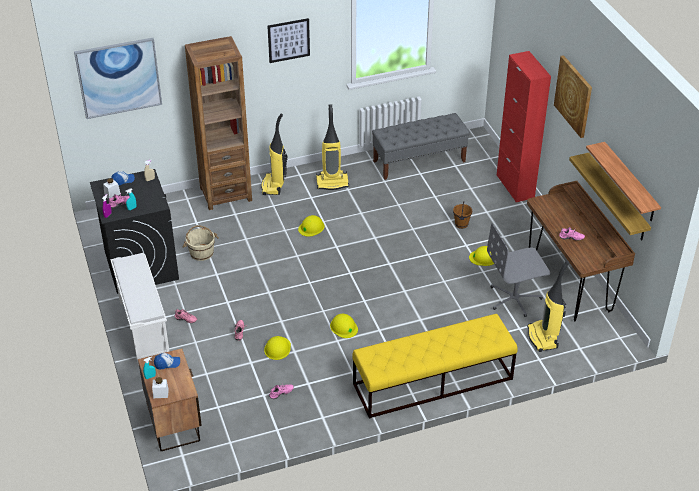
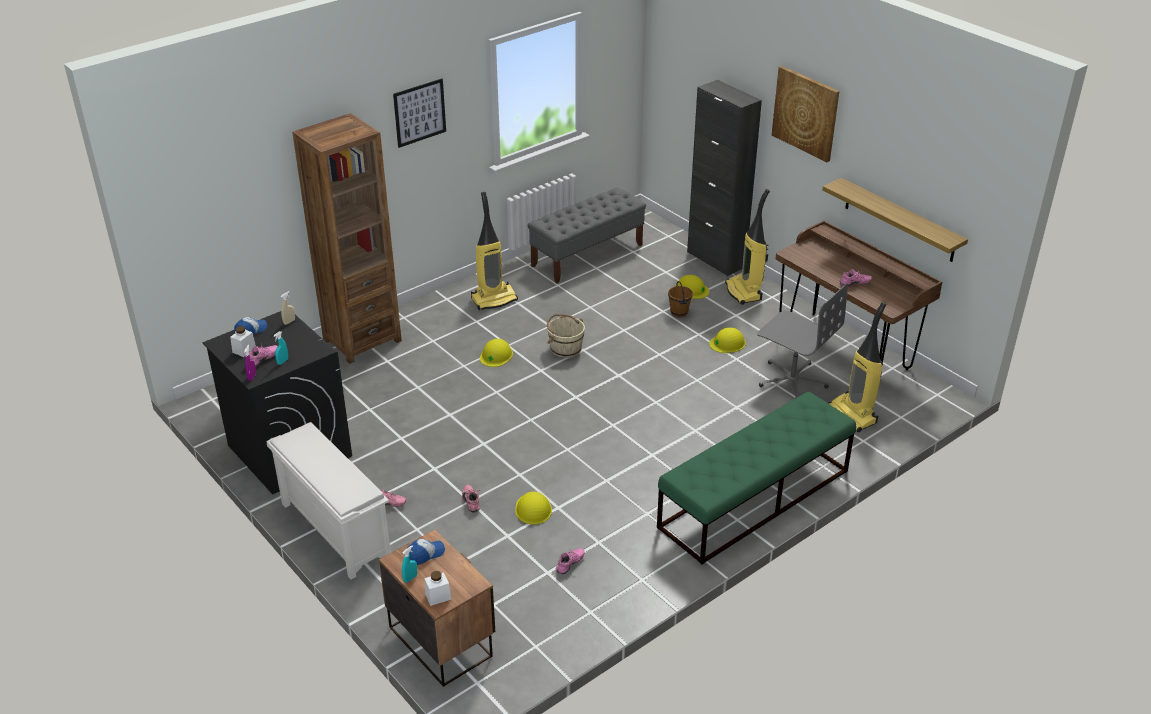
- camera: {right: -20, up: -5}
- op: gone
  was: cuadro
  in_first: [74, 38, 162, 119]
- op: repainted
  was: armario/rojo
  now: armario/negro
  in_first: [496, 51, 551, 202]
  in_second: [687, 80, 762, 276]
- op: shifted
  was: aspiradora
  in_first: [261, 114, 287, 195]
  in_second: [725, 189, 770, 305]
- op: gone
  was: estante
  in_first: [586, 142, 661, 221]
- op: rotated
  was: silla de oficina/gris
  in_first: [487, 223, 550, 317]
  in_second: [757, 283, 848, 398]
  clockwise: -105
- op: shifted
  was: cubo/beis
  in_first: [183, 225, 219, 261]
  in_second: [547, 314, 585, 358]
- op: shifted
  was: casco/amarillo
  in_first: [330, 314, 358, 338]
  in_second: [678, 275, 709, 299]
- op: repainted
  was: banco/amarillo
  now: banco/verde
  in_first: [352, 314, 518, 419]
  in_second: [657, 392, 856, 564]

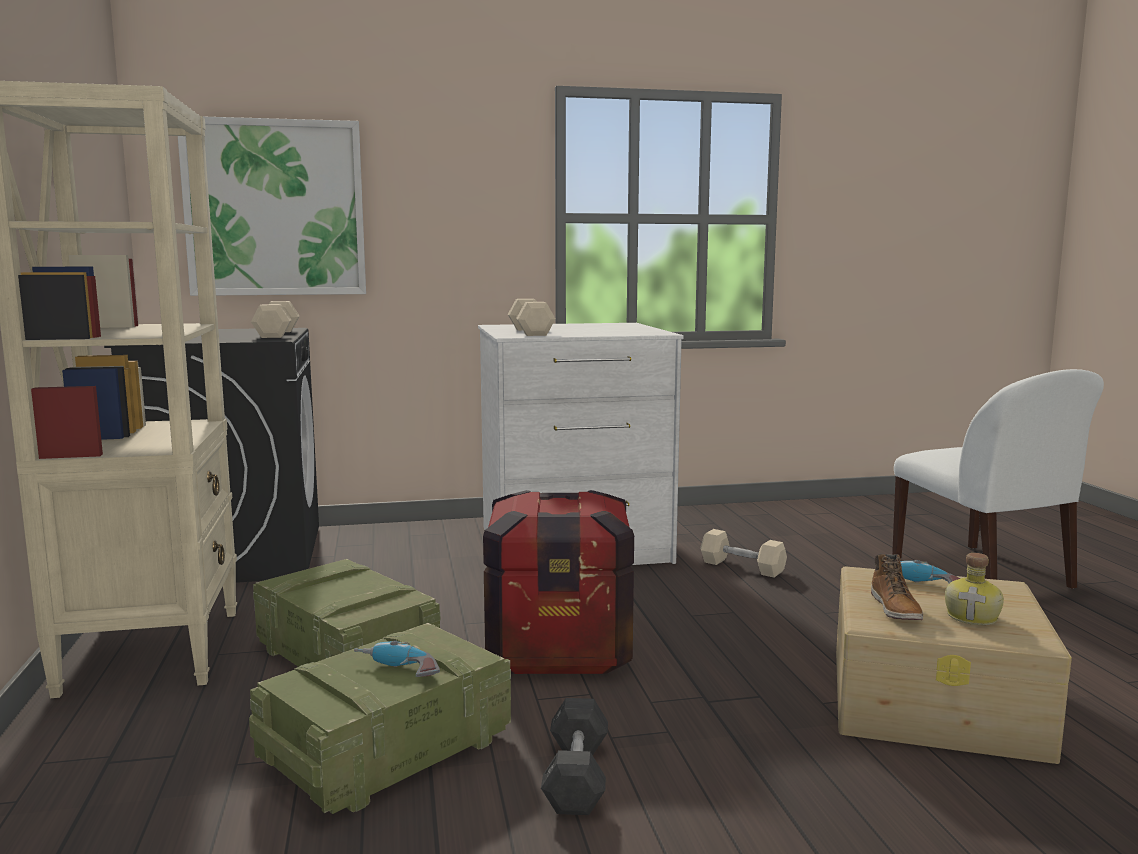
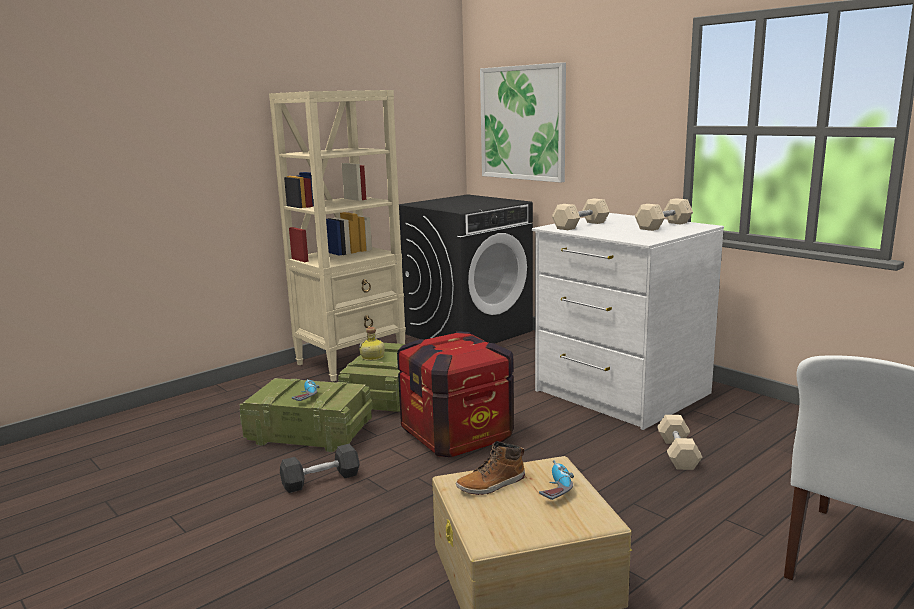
- camera: {right: 60, up: 5}
- op: shifted
  was: mancuerna/beis
  in_first: [251, 301, 300, 338]
  in_second: [635, 198, 693, 231]
- op: shifted
  was: botella
  in_first: [945, 553, 1004, 625]
  in_second: [359, 327, 385, 361]

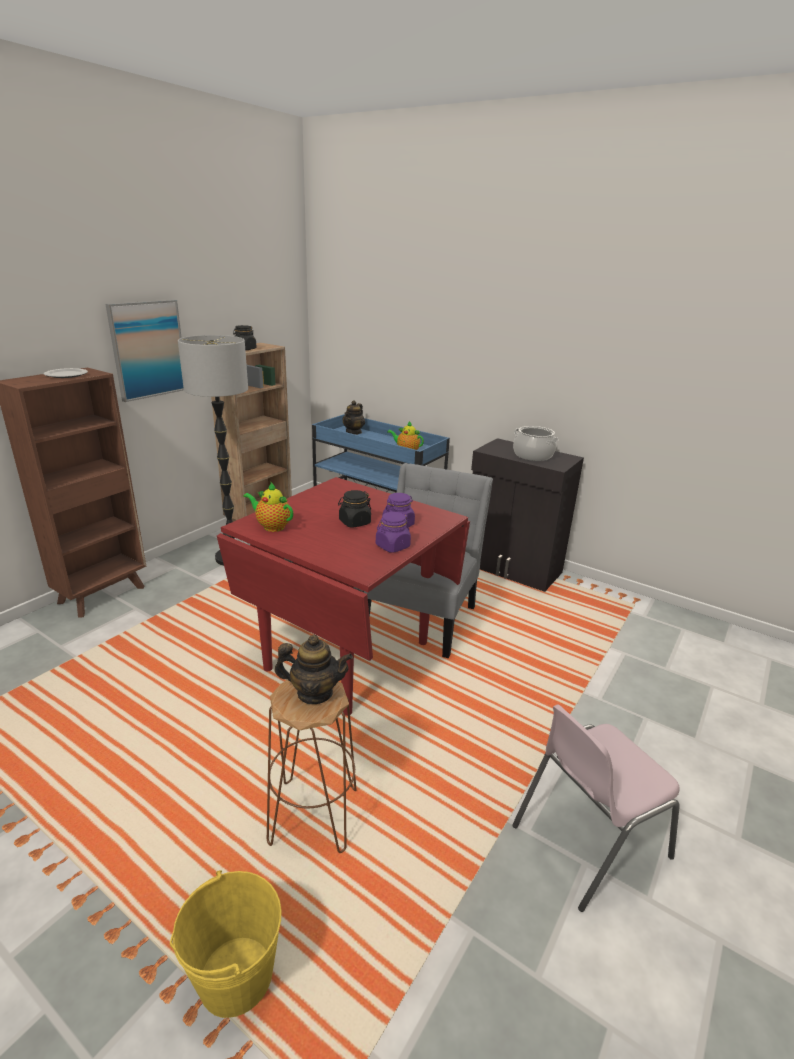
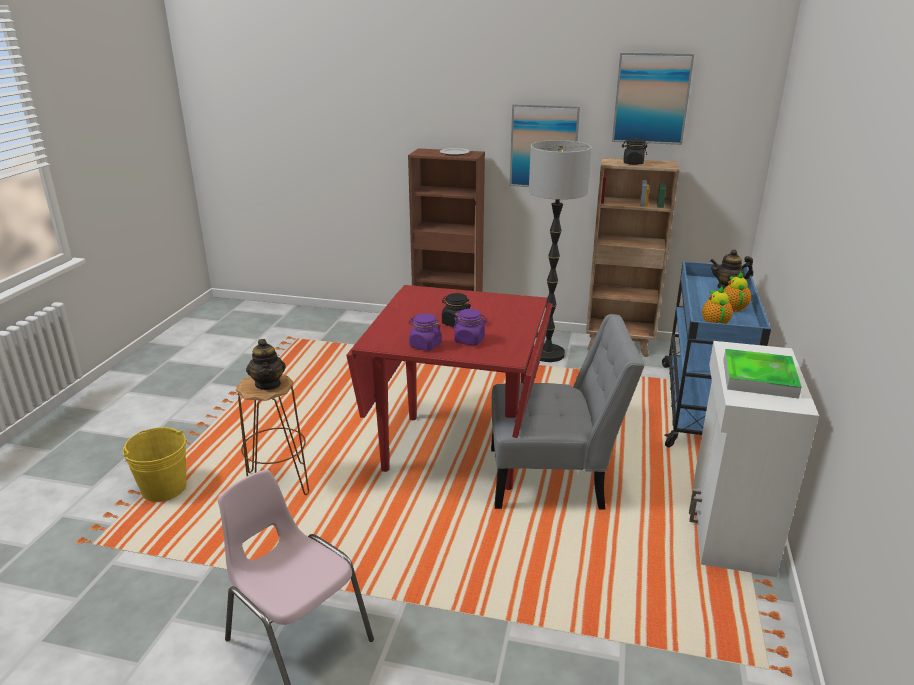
- camera: {right: 70, up: 0}
- op: swapped
  was: olla
  now: bandeja
  in_first: [513, 426, 559, 461]
  in_second: [723, 349, 802, 398]
- op: repainted
  was: armario/negro
  now: armario/blanco
  in_first: [471, 438, 584, 592]
  in_second: [689, 341, 819, 577]
- op: shifted
  was: tetera
  in_first: [243, 483, 293, 532]
  in_second: [724, 272, 751, 312]
- op: new
  now: cuadro
  in_second: [612, 52, 694, 145]

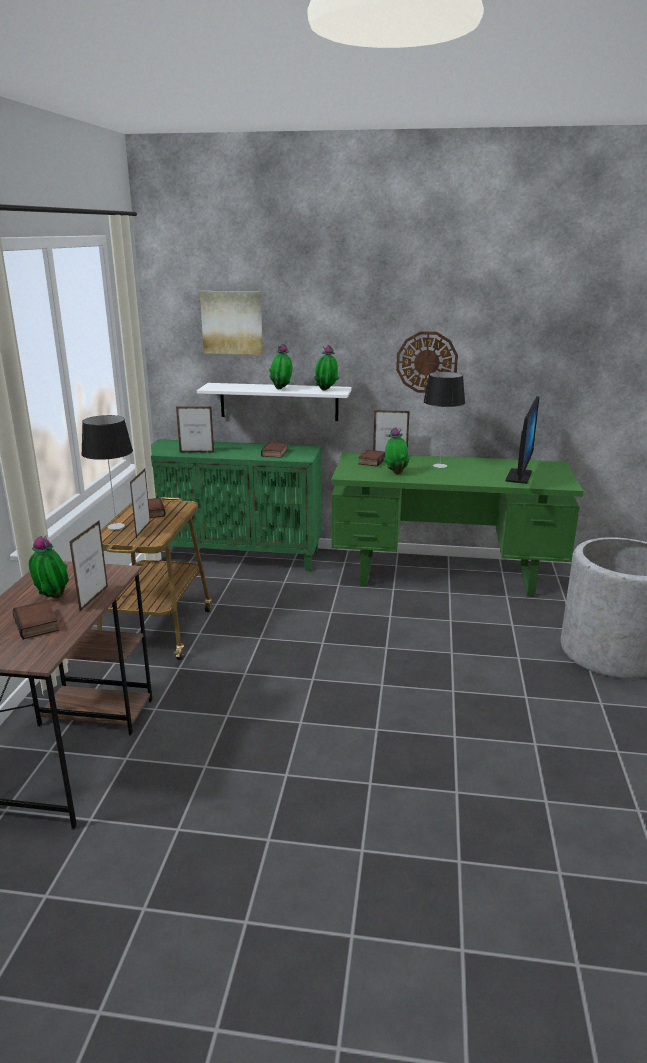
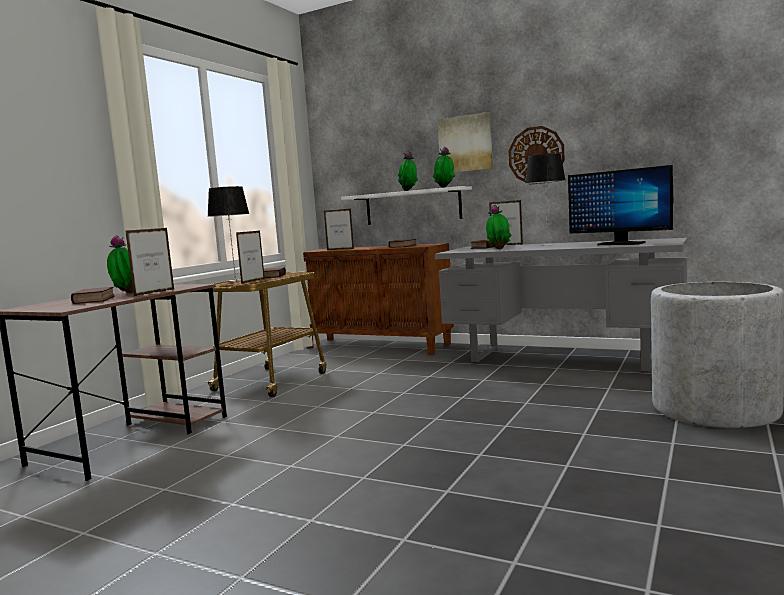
- camera: {right: 20, up: -15}
- op: shifted
  was: cuadro
  in_first: [200, 291, 263, 355]
  in_second: [437, 112, 493, 173]
- op: rotated
  was: monitor
  in_first: [506, 396, 539, 484]
  in_second: [568, 165, 673, 245]
  clockwise: 90
- op: repainted
  was: armario/verde
  now: armario/marrón
  in_first: [151, 439, 322, 571]
  in_second: [303, 243, 454, 355]
- op: repainted
  was: escritorio/verde
  now: escritorio/gris
  in_first: [331, 452, 583, 597]
  in_second: [435, 238, 687, 372]

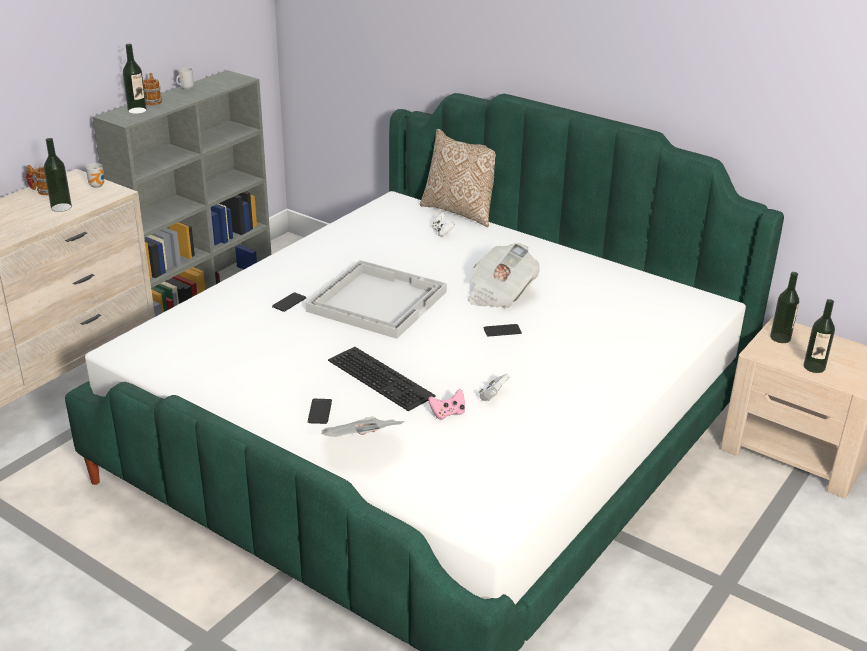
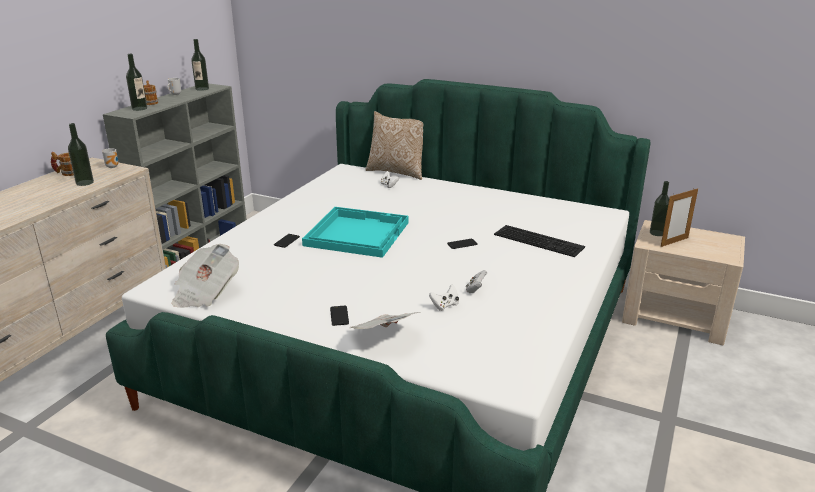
- camera: {right: -10, up: -5}
- op: shifted
  was: periódico
  in_first: [469, 243, 540, 308]
  in_second: [171, 244, 239, 308]
- op: repainted
  was: bandeja/blanco
  now: bandeja/turquesa
  in_first: [305, 260, 447, 339]
  in_second: [302, 207, 409, 258]
- op: shifted
  was: botella
  in_first: [804, 299, 835, 373]
  in_second: [191, 39, 209, 91]
- op: shifted
  was: teclado
  in_first: [328, 347, 435, 411]
  in_second: [494, 225, 585, 257]
- op: repainted
  was: mando de consola/rosa
  now: mando de consola/blanco
  in_first: [428, 389, 465, 420]
  in_second: [429, 285, 459, 311]
- op: new
  now: portarretratos
  in_second: [661, 188, 698, 247]

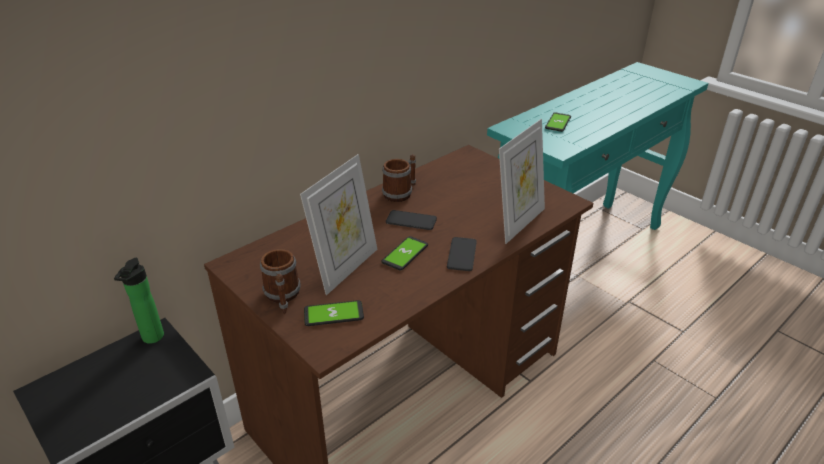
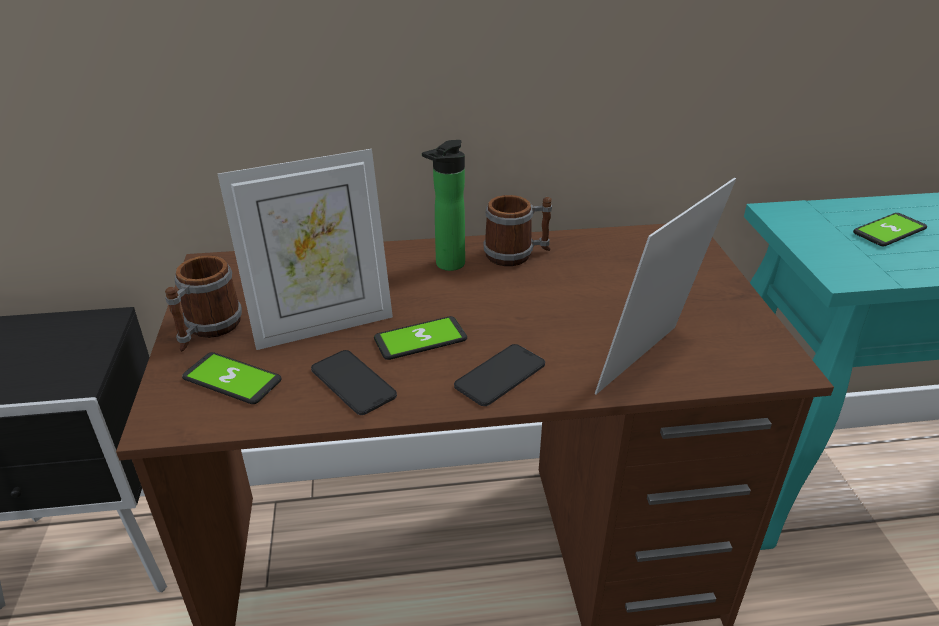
- camera: {right: 35, up: 0}
- op: rotated
  was: portarretratos
  in_first: [499, 119, 545, 244]
  in_second: [595, 178, 736, 394]
  clockwise: 150
- op: shifted
  was: móvil
  in_first: [386, 210, 437, 230]
  in_second: [311, 350, 397, 415]
- op: shifted
  was: botella
  in_first: [114, 258, 164, 344]
  in_second: [422, 140, 465, 271]

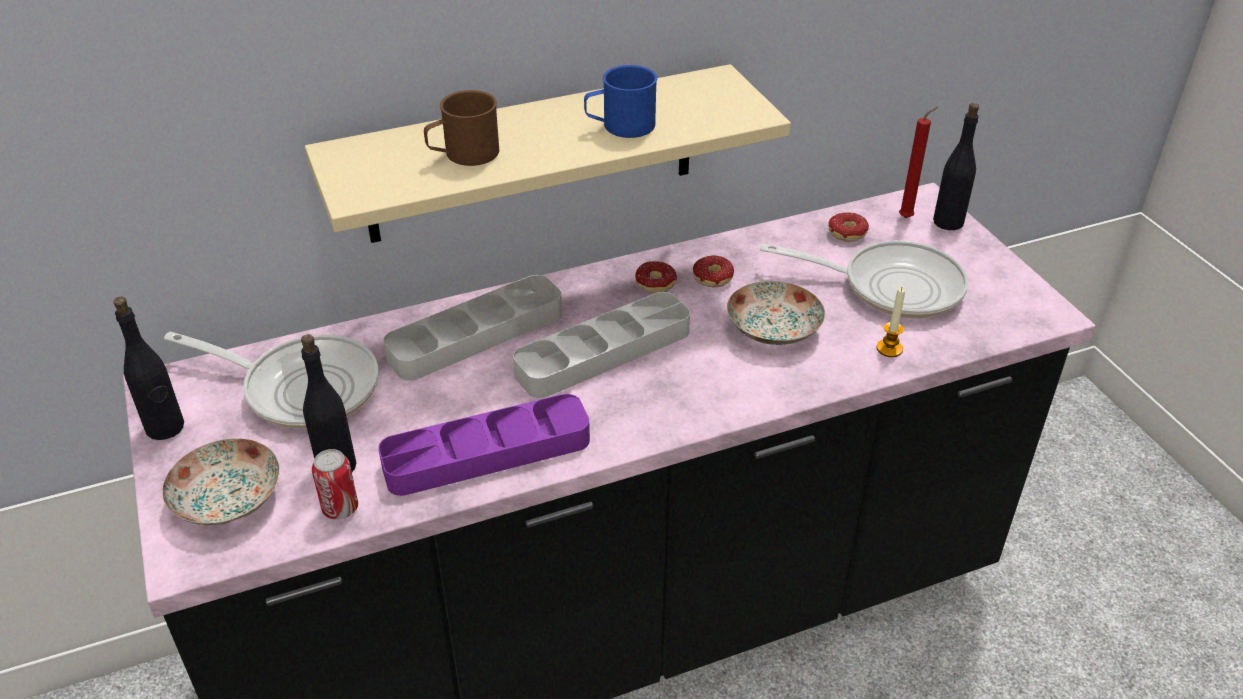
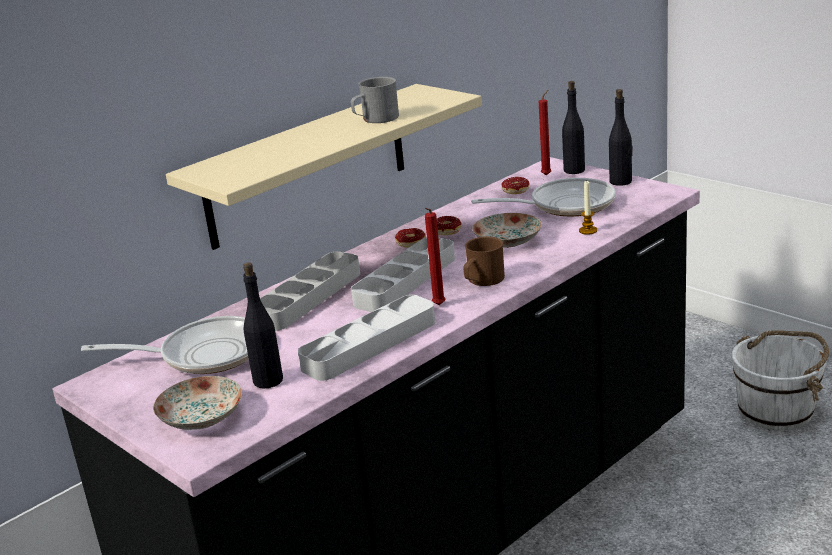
- camera: {right: -20, up: -15}
- op: repainted
  was: taza grande/azul
  now: taza grande/gris
  in_first: [584, 65, 657, 138]
  in_second: [351, 77, 399, 123]
- op: shifted
  was: taza grande/marrón
  in_first: [424, 90, 499, 166]
  in_second: [464, 236, 505, 286]
- op: shifted
  was: botella/negro
  in_first: [113, 297, 184, 440]
  in_second: [609, 89, 632, 186]
- op: repainted
  was: bandeja/morado
  now: bandeja/gris
  in_first: [378, 394, 590, 496]
  in_second: [298, 295, 435, 381]
- op: gone
  was: lata
  in_first: [312, 449, 358, 519]
- op: new
  now: vela/rojo
  in_second: [425, 208, 445, 305]
- op: new
  now: cubo/blanco
  in_second: [732, 330, 829, 430]

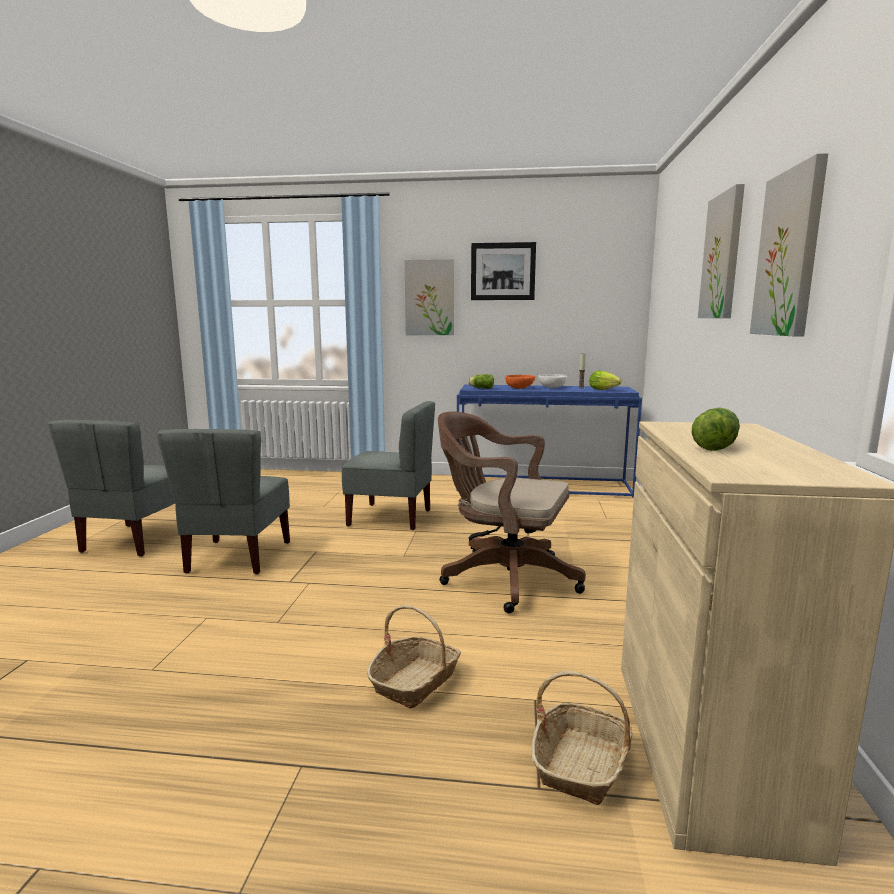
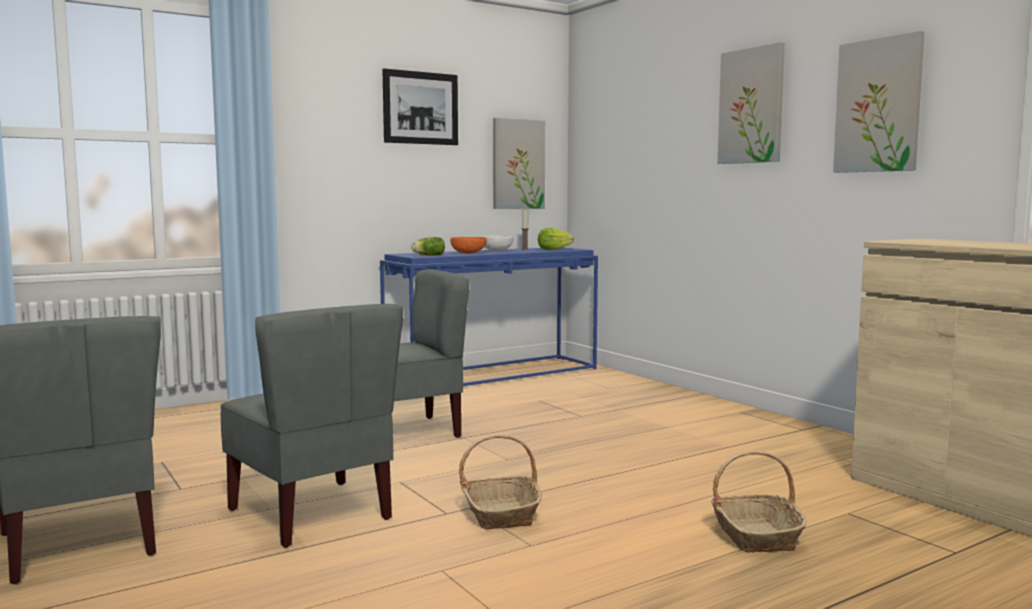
- camera: {right: -40, up: -5}
- op: shifted
  was: cuadro
  in_first: [405, 259, 454, 335]
  in_second: [493, 118, 545, 209]
- op: gone
  was: lechuga
  in_first: [692, 408, 740, 451]
- op: gone
  was: silla de oficina/marrón
  in_first: [438, 411, 586, 613]
- op: shifted
  was: cesta
  in_first: [531, 671, 633, 805]
  in_second: [459, 435, 542, 530]

